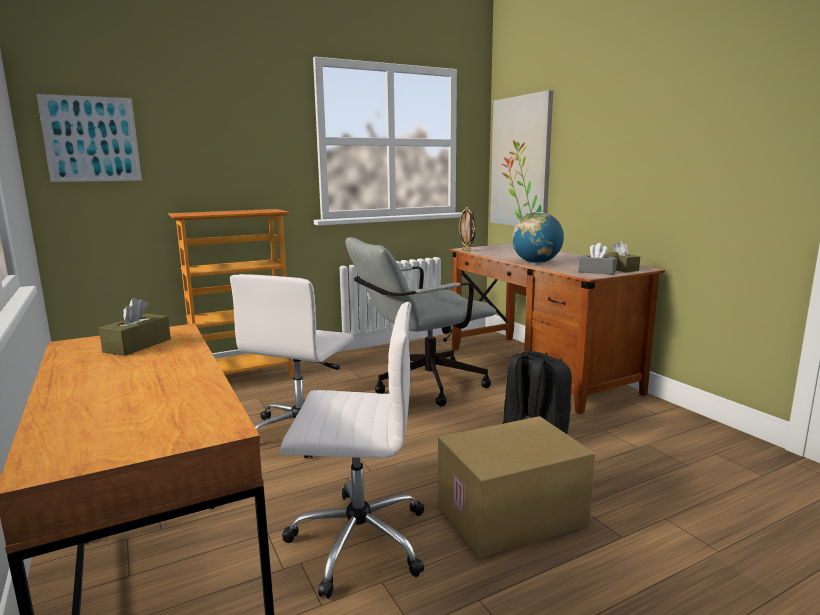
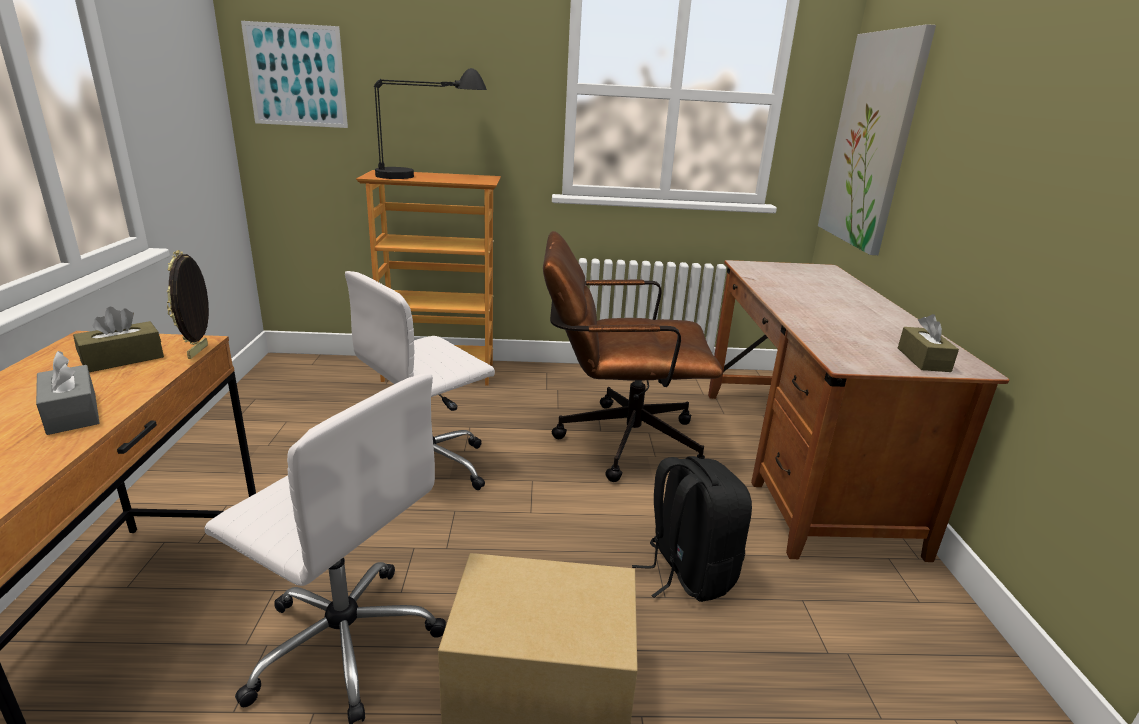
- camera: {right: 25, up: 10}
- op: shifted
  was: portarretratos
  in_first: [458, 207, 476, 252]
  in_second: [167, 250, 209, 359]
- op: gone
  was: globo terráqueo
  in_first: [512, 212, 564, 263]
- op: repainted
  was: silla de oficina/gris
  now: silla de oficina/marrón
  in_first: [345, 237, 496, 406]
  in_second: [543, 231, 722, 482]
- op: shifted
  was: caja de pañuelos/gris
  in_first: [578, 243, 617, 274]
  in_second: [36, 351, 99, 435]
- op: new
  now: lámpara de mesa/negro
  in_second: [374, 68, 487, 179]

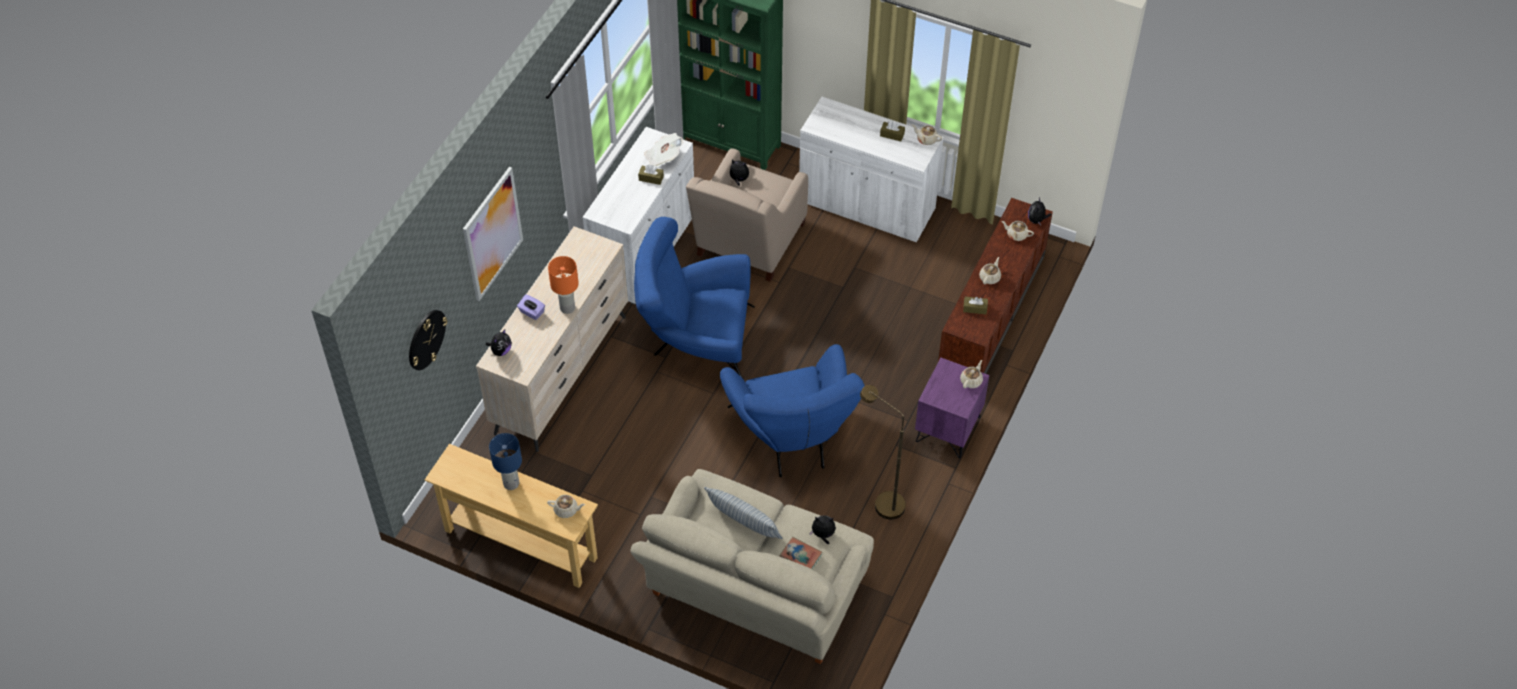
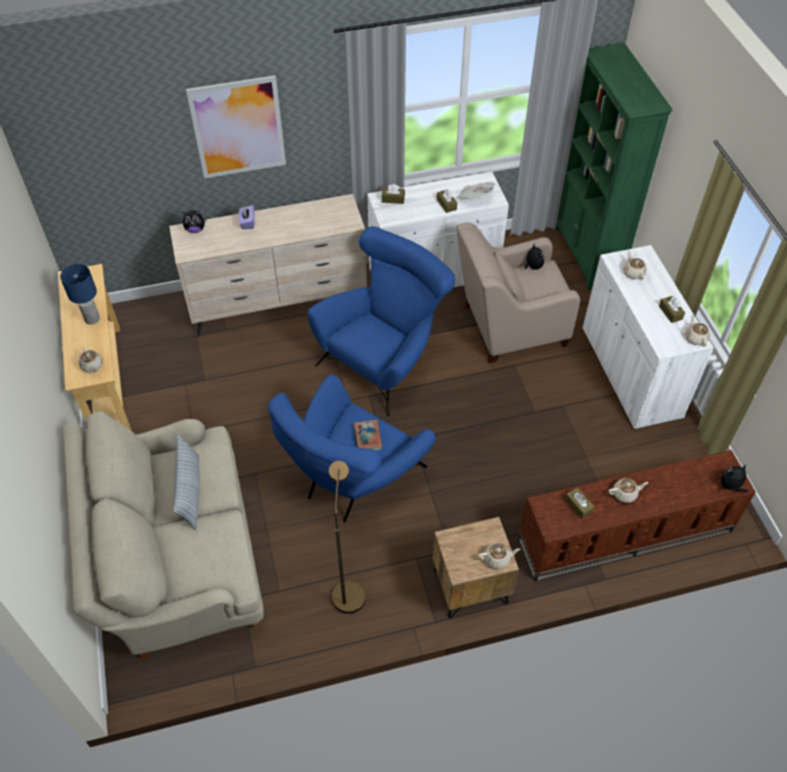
- camera: {right: 50, up: 0}
- op: rotated
  was: sillón/azul
  in_first: [634, 217, 755, 380]
  in_second: [307, 226, 455, 416]
  clockwise: 75
- op: shifted
  was: tetera/beis
  in_first: [1001, 221, 1034, 241]
  in_second: [624, 251, 647, 280]
- op: gone
  was: lámpara de mesa/naranja
  in_first: [548, 256, 579, 314]
- op: gone
  was: reloj de pared
  in_first: [409, 310, 447, 370]
- op: repainted
  was: mesita de noche/morado
  now: mesita de noche/marrón
  in_first: [915, 358, 989, 458]
  in_second: [433, 517, 519, 618]
- op: gone
  was: peluche
  in_first: [809, 515, 836, 544]
- op: shifted
  was: libro
  in_first: [779, 537, 822, 569]
  in_second: [353, 420, 382, 451]
- op: new
  now: caja de pañuelos/marrón
  in_second: [382, 184, 405, 204]

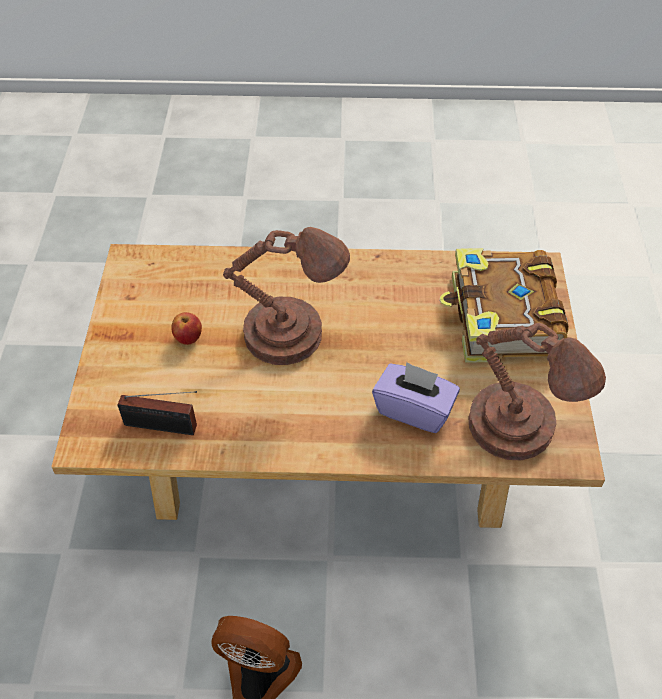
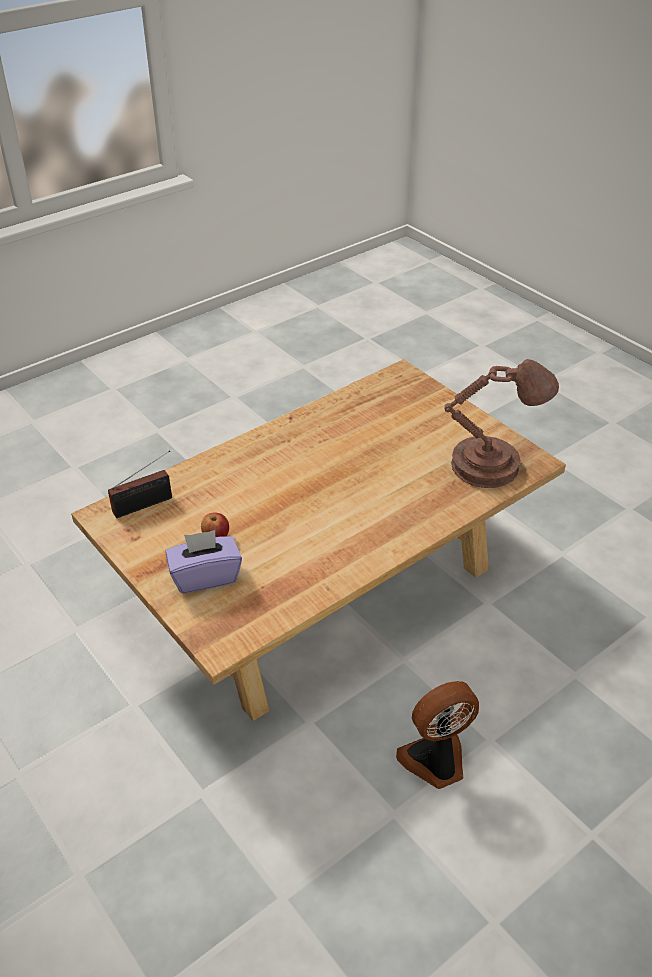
- camera: {right: -40, up: -10}
- op: gone
  was: lámpara de mesa/marrón
  in_first: [223, 227, 350, 365]
- op: gone
  was: libro
  in_first: [440, 248, 569, 363]
- op: shifted
  was: caja de pañuelos/morado
  in_first: [372, 362, 460, 433]
  in_second: [165, 530, 242, 594]
- op: shifted
  was: radio
  in_first: [117, 391, 197, 435]
  in_second: [108, 450, 172, 518]

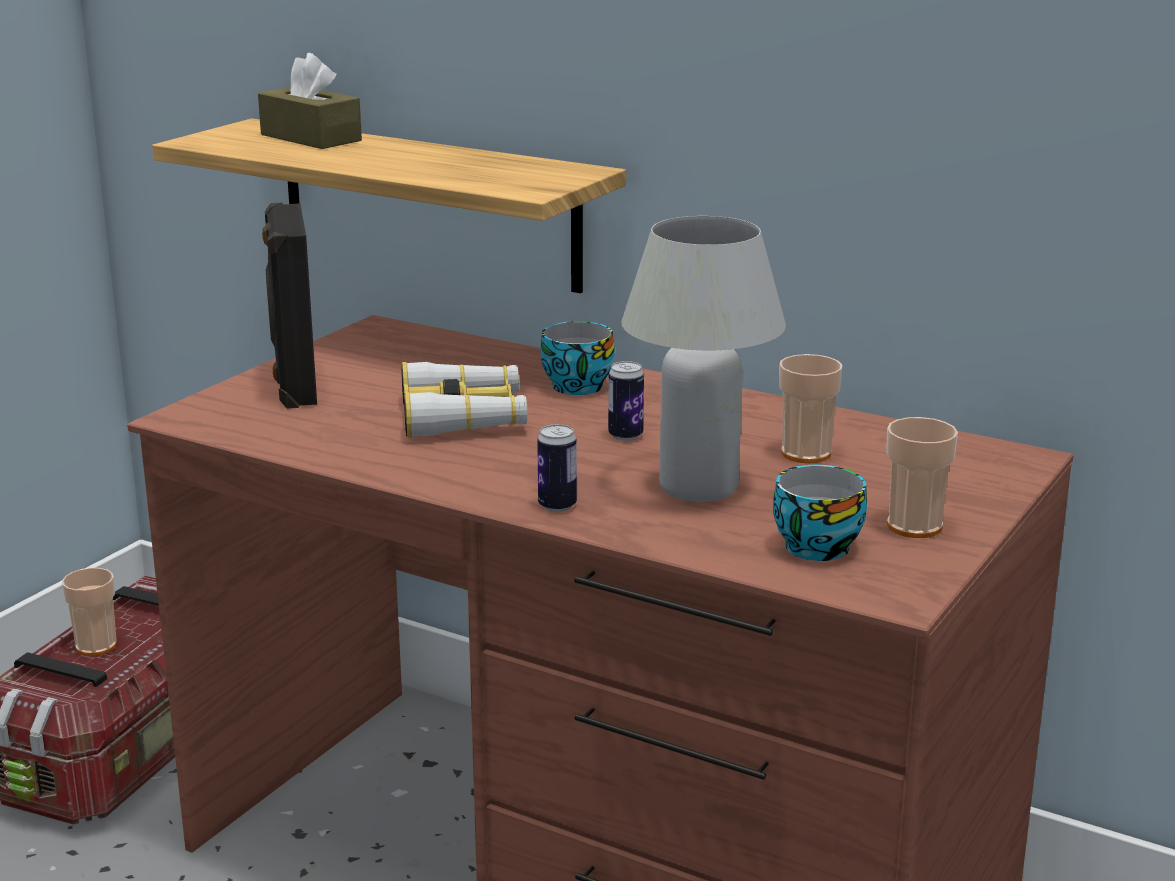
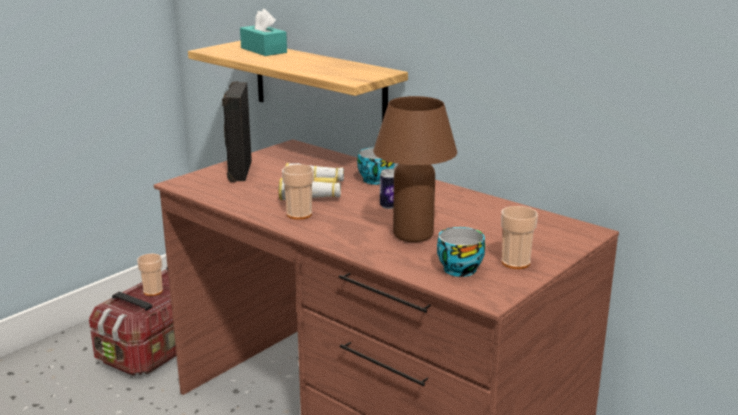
- camera: {right: 10, up: 0}
- op: repainted
  was: caja de pañuelos/marrón
  now: caja de pañuelos/turquesa
  in_first: [258, 53, 362, 149]
  in_second: [240, 8, 287, 56]
- op: repainted
  was: lámpara de mesa/blanco
  now: lámpara de mesa/marrón
  in_first: [621, 216, 786, 502]
  in_second: [373, 96, 457, 242]
- op: shifted
  was: taza
  in_first: [779, 354, 842, 463]
  in_second: [282, 164, 314, 220]
- op: gone
  was: lata
  in_first: [537, 424, 577, 512]

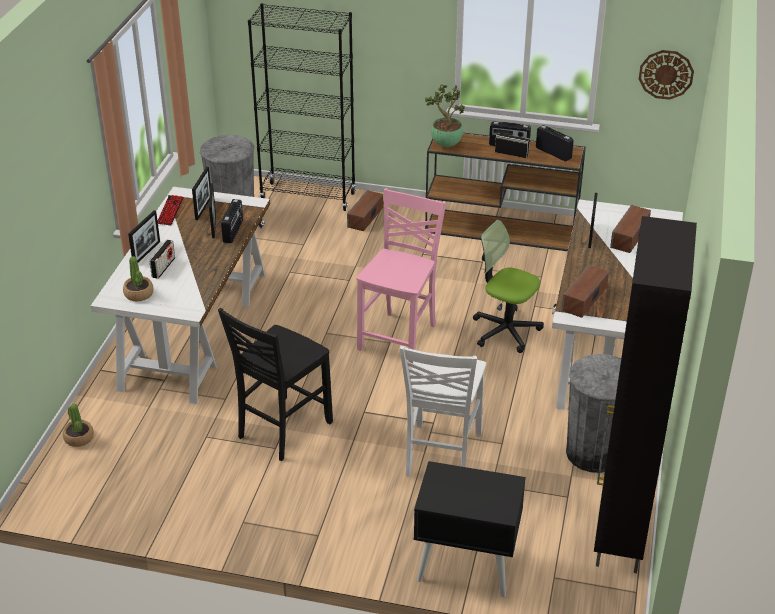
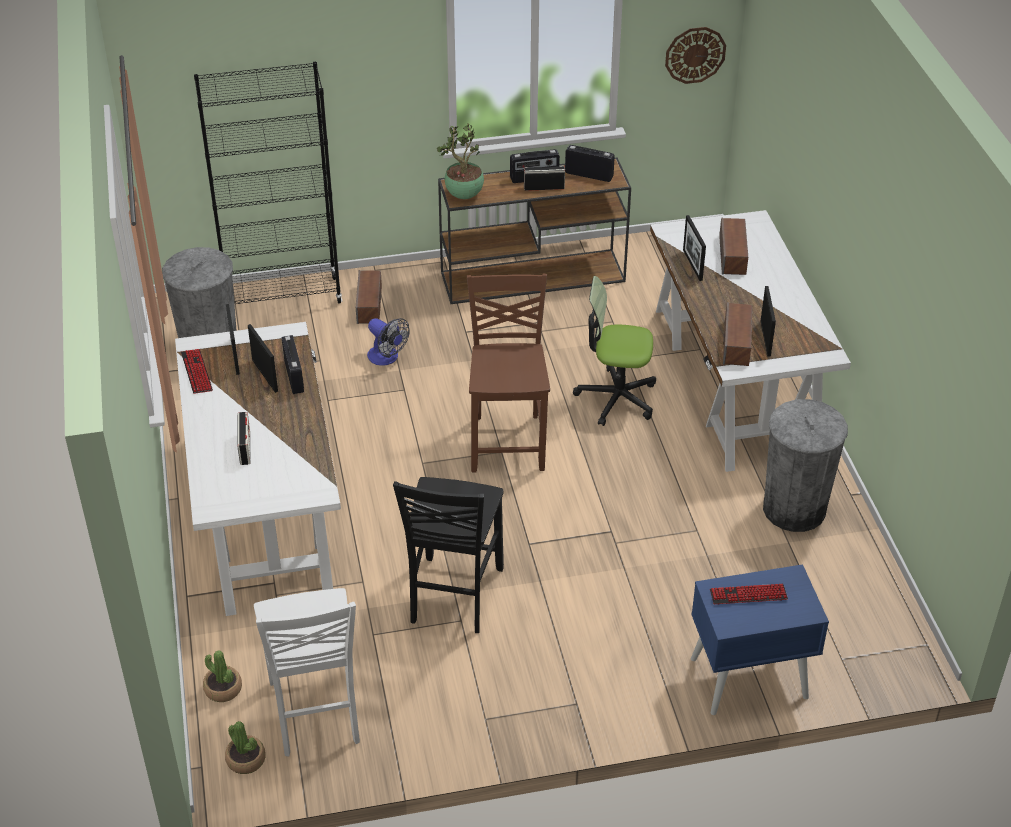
- camera: {right: -25, up: 5}
- op: repainted
  was: silla/rosa
  now: silla/marrón
  in_first: [356, 189, 446, 363]
  in_second: [467, 274, 550, 472]
- op: shifted
  was: portarretratos
  in_first: [128, 210, 160, 263]
  in_second: [761, 286, 776, 357]
- op: gone
  was: armario/negro
  in_first: [594, 216, 697, 573]
- op: shifted
  was: planta en maceta
  in_first: [123, 256, 154, 301]
  in_second: [225, 721, 266, 774]
- op: shifted
  was: silla/blanco
  in_first: [400, 346, 486, 477]
  in_second: [254, 588, 360, 756]
- op: repainted
  was: mesita de noche/negro
  now: mesita de noche/azul
  in_first: [414, 461, 526, 597]
  in_second: [691, 564, 829, 715]
- op: new
  now: ventilador
  in_second: [367, 318, 409, 366]
- op: new
  now: teclado
  in_second: [710, 584, 788, 605]

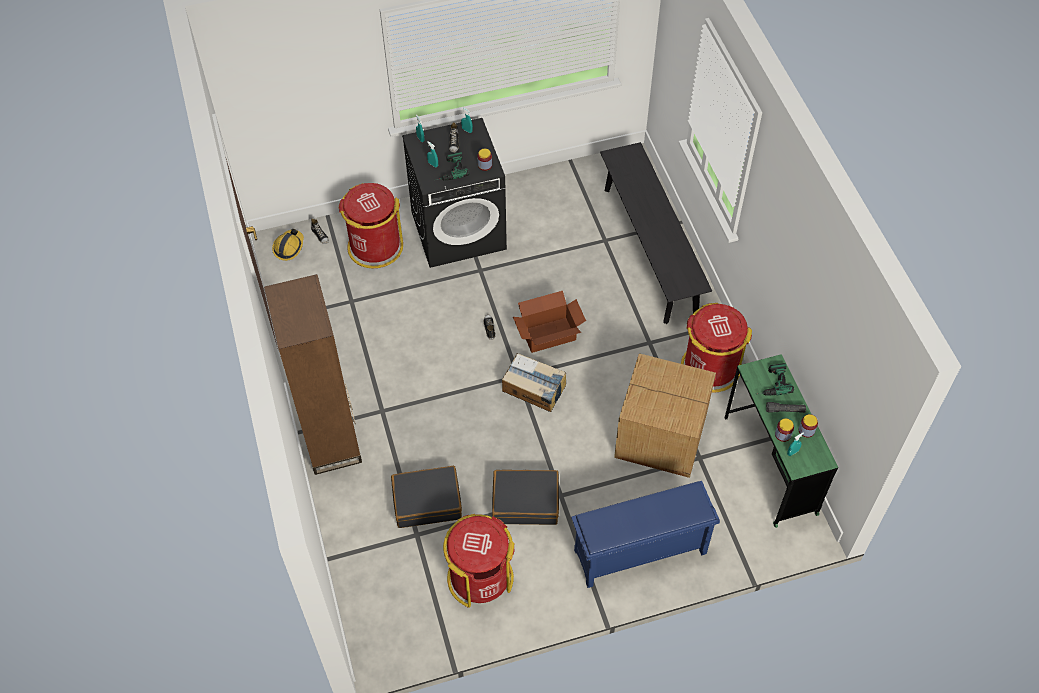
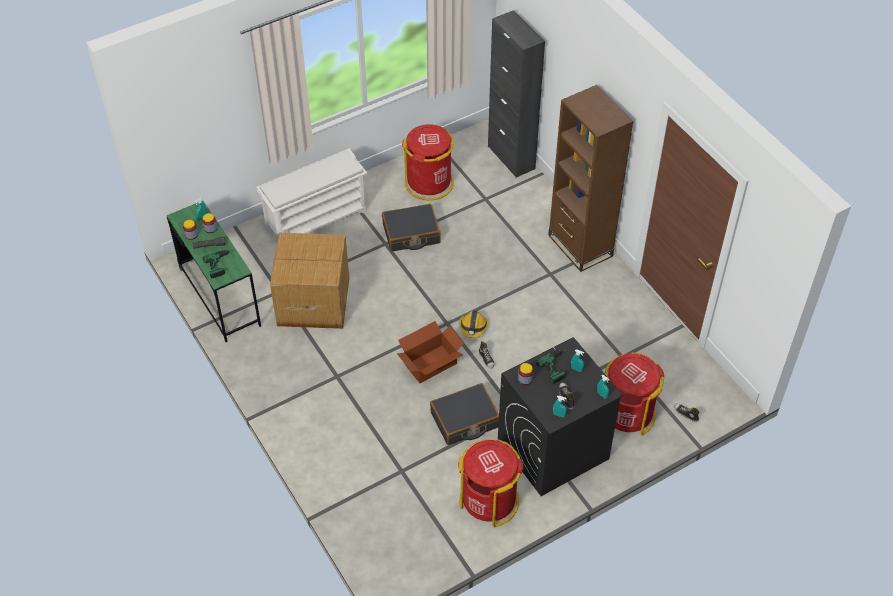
- camera: {right: 165, up: -5}
- op: gone
  was: banco/negro
  in_first: [600, 142, 712, 324]
- op: shifted
  was: casco
  in_first: [272, 229, 304, 261]
  in_second: [459, 311, 488, 338]
- op: shifted
  was: papelera/rojo
  in_first: [681, 303, 752, 393]
  in_second: [458, 439, 523, 527]
- op: gone
  was: caja de cartón
  in_first: [502, 353, 566, 412]
- op: shifted
  was: maleta/negro
  in_first: [391, 466, 462, 528]
  in_second: [430, 383, 499, 445]
- op: repainted
  was: zapatero/azul
  now: zapatero/blanco
  in_first: [571, 481, 720, 588]
  in_second: [256, 149, 367, 238]
- op: new
  now: armario/negro
  in_second: [488, 10, 545, 178]

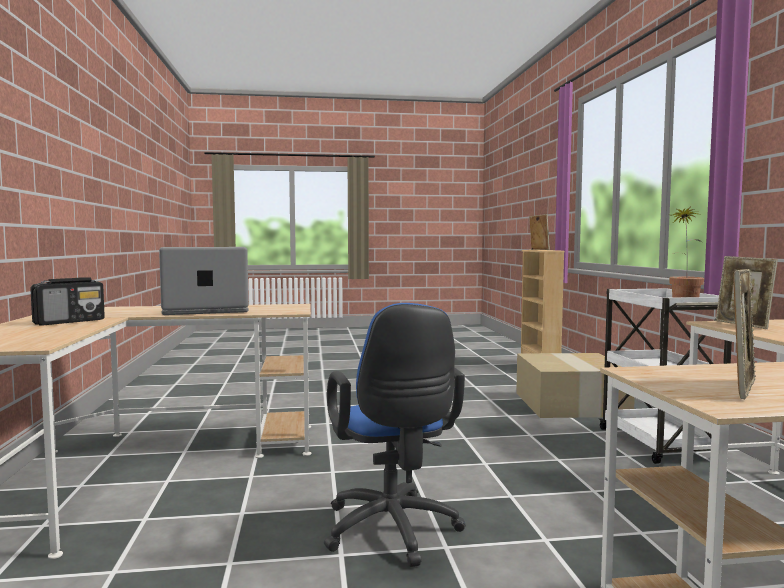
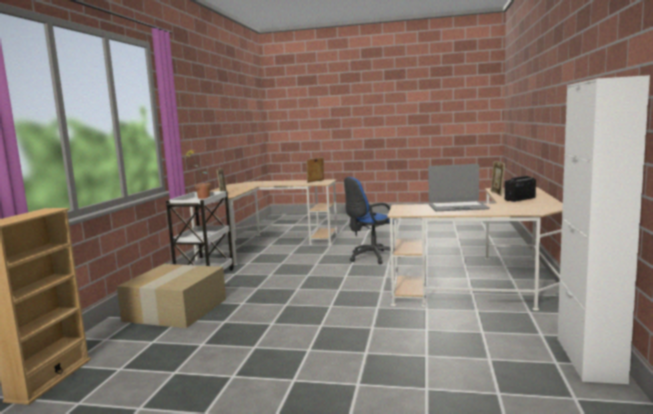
- camera: {right: -160, up: 5}
- op: shifted
  was: portarretratos
  in_first: [529, 214, 550, 250]
  in_second: [491, 161, 505, 196]
- op: rotated
  was: silla de oficina/azul
  in_first: [324, 303, 466, 567]
  in_second: [344, 177, 400, 264]
  clockwise: -120
- op: new
  now: armario/blanco
  in_second: [557, 75, 650, 384]

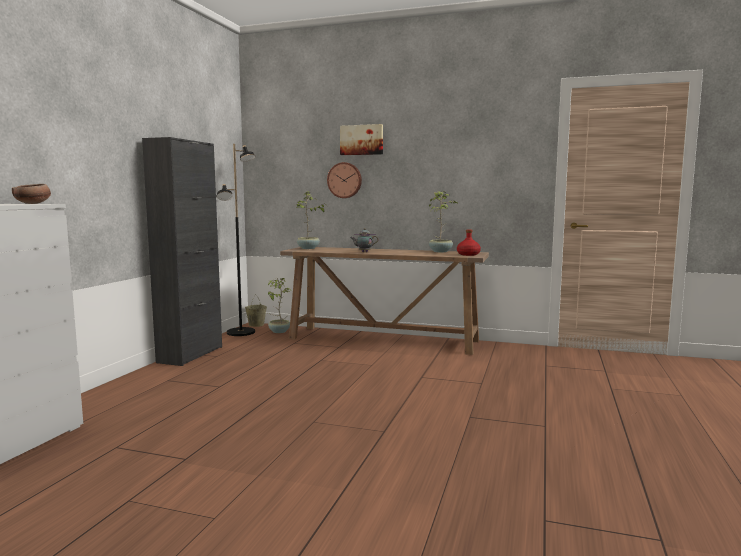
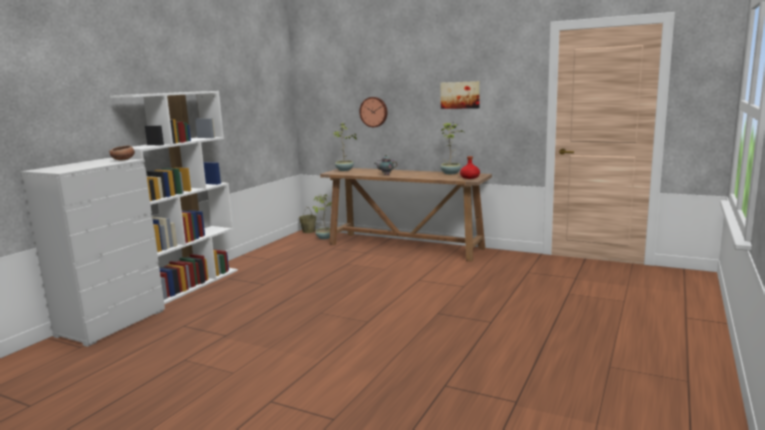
- camera: {right: 10, up: 5}
- op: shifted
  was: cuadro
  in_first: [340, 124, 383, 155]
  in_second: [440, 81, 480, 109]
- op: gone
  was: armario/negro
  in_first: [142, 137, 222, 366]
- op: gone
  was: lámpara de pie/negro
  in_first: [217, 144, 256, 336]
- op: new
  now: estantería/blanco
  in_second: [110, 91, 238, 304]

